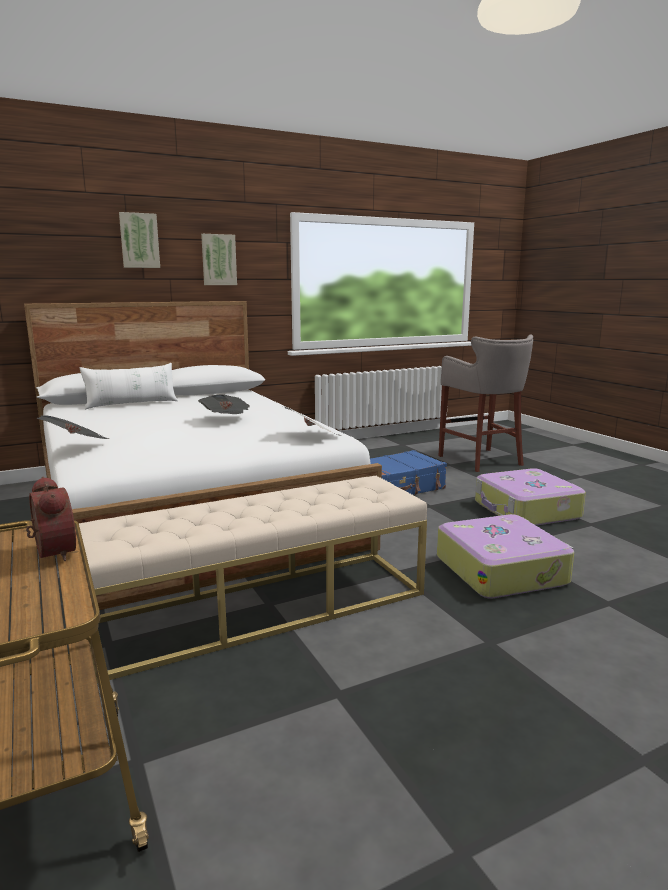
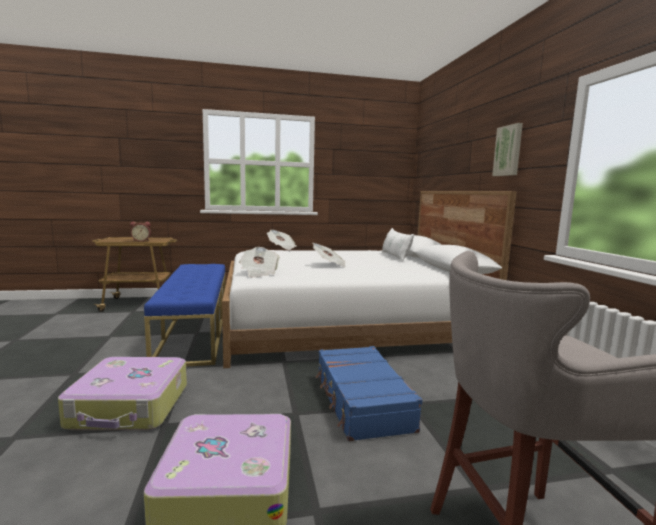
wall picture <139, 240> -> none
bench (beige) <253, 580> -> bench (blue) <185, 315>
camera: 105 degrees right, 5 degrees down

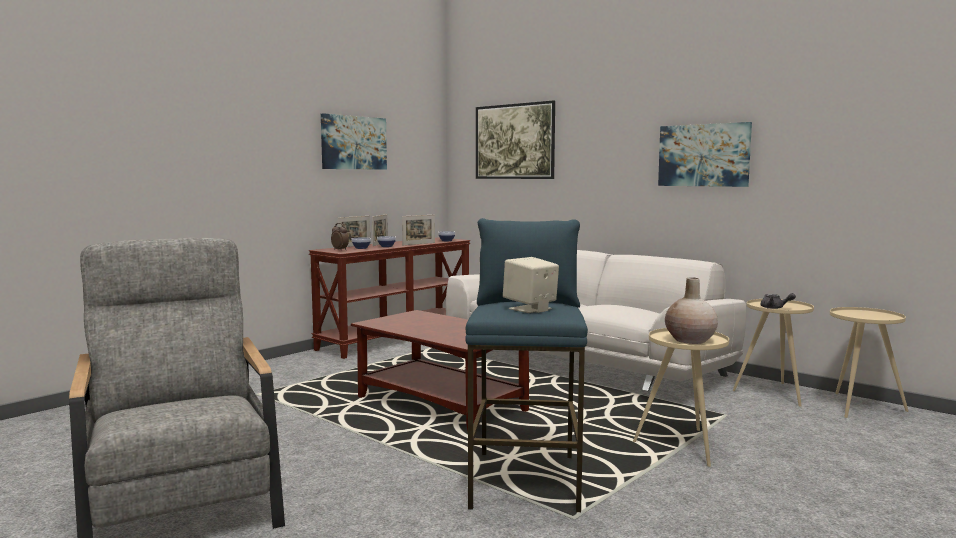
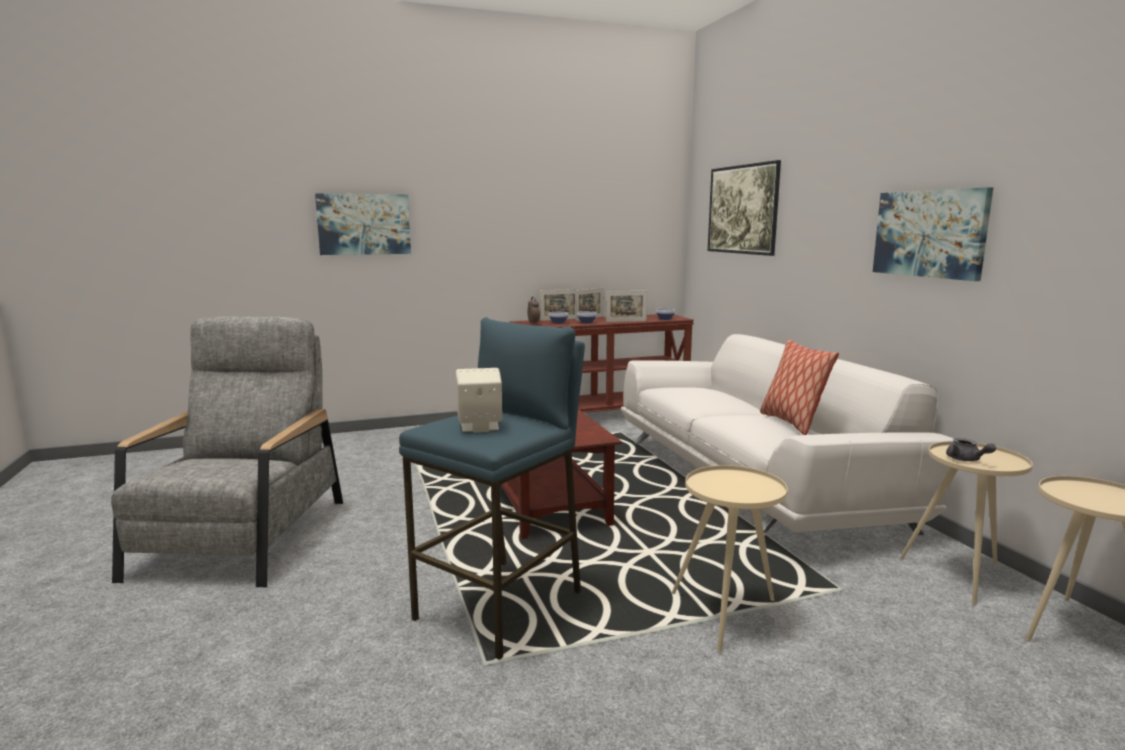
flower vase (beige) <691, 310> -> none
none -> throw pillow <799, 387>
wall picture <354, 141> -> wall picture <363, 224>, move
camera: 30 degrees right, 5 degrees up

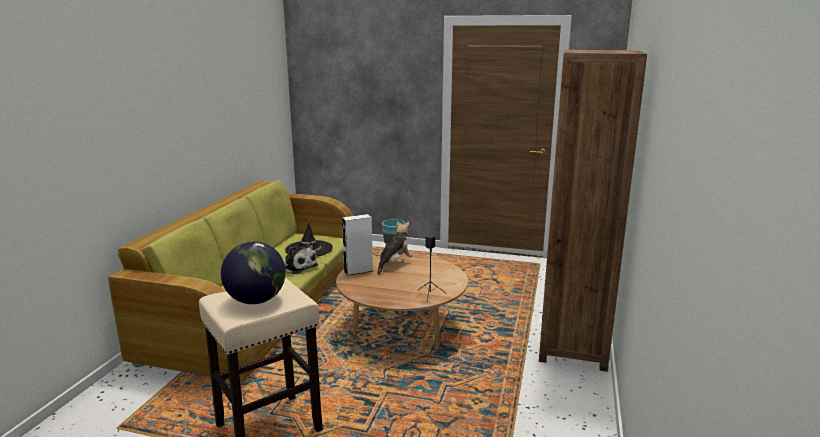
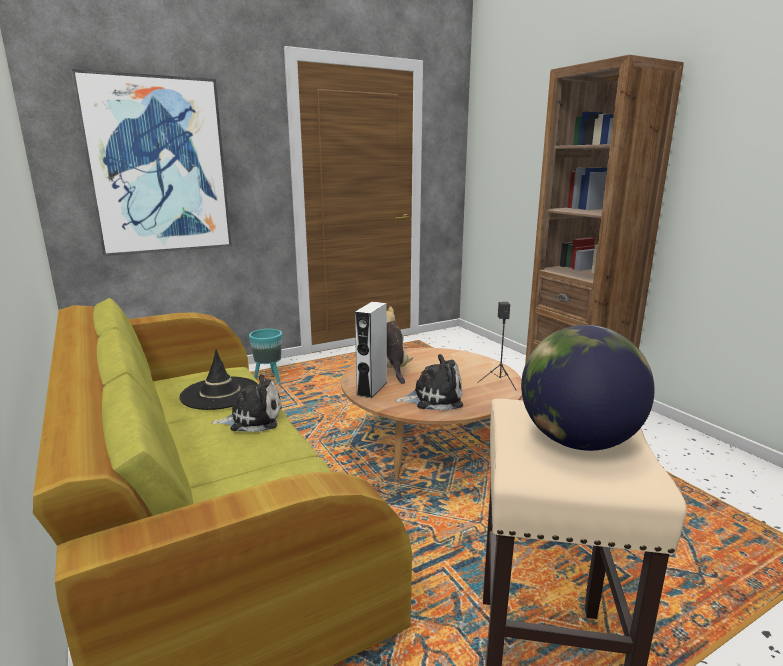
none -> wall picture <151, 162>
none -> soft toy <428, 382>
camera: 45 degrees left, 0 degrees up

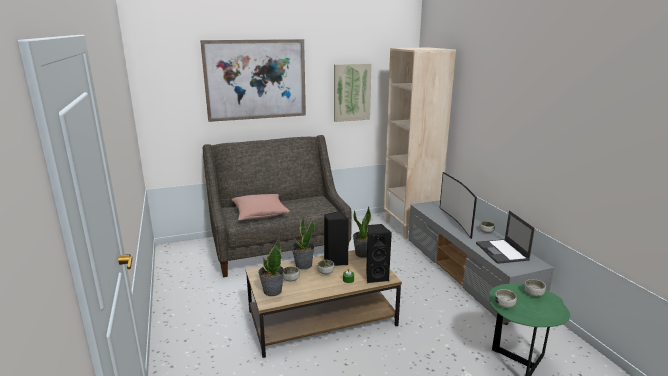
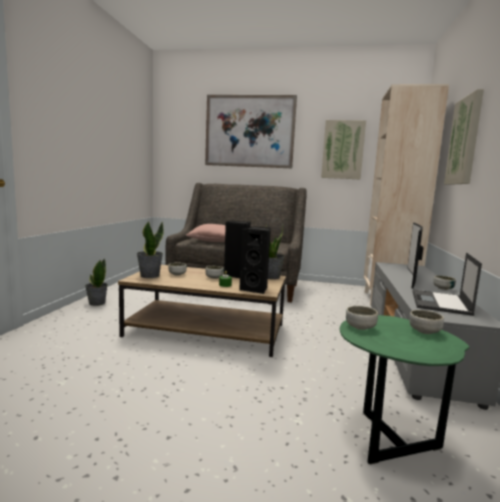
none -> wall picture <464, 137>
houseplant <303, 243> -> houseplant <96, 282>, move
camera: 30 degrees right, 10 degrees down

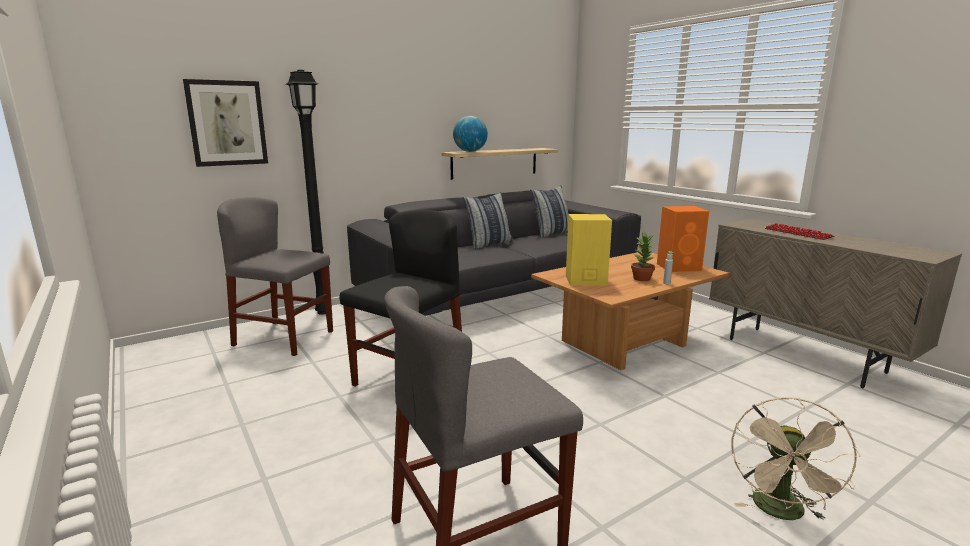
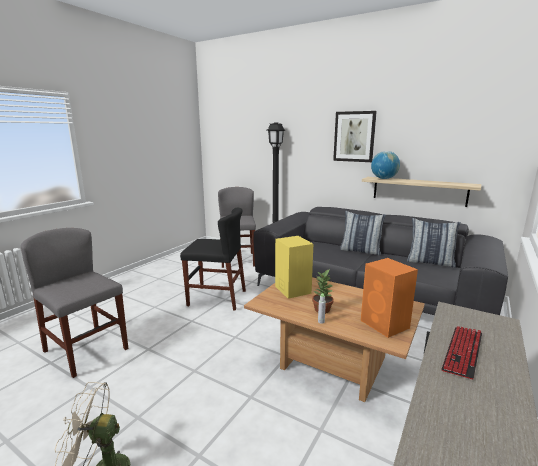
wall picture <225, 123> -> wall picture <355, 136>, move
camera: 65 degrees right, 0 degrees up

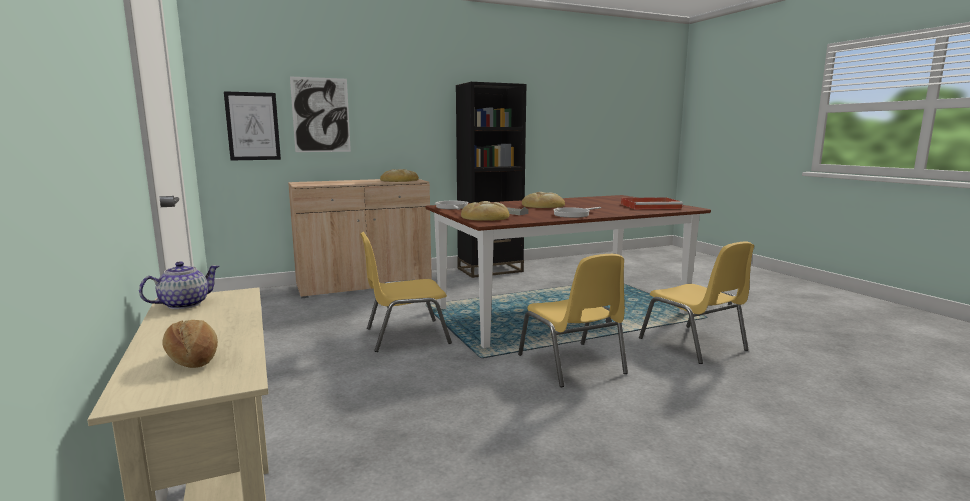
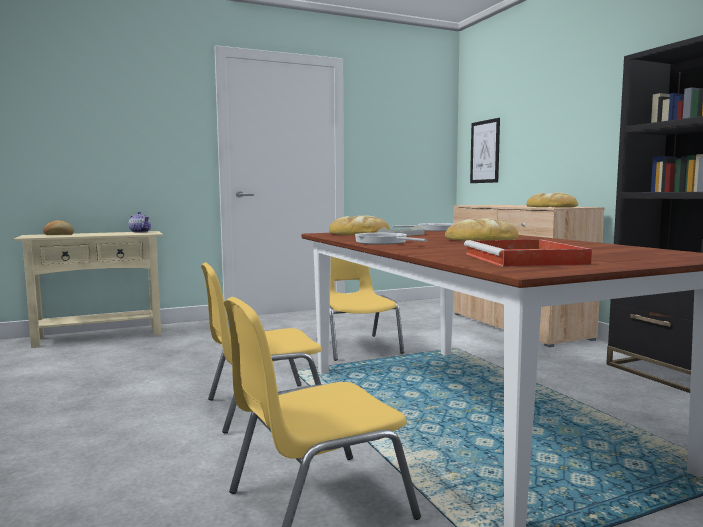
wall picture <320, 114> -> none
camera: 90 degrees right, 5 degrees down

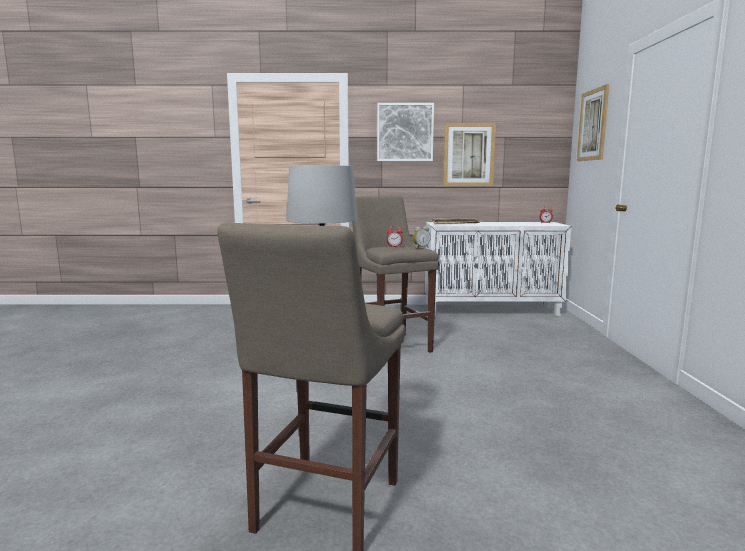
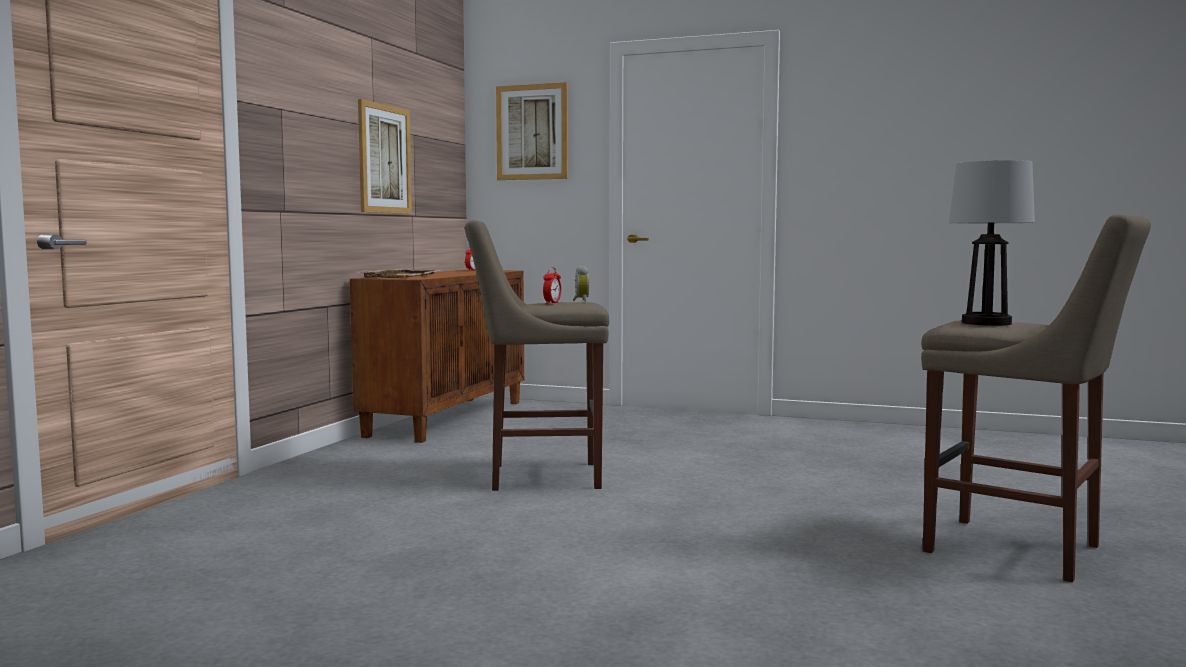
wall picture <405, 132> -> none
cabinet (white-coloured) <498, 269> -> cabinet (brown) <437, 356>
camera: 70 degrees left, 5 degrees down

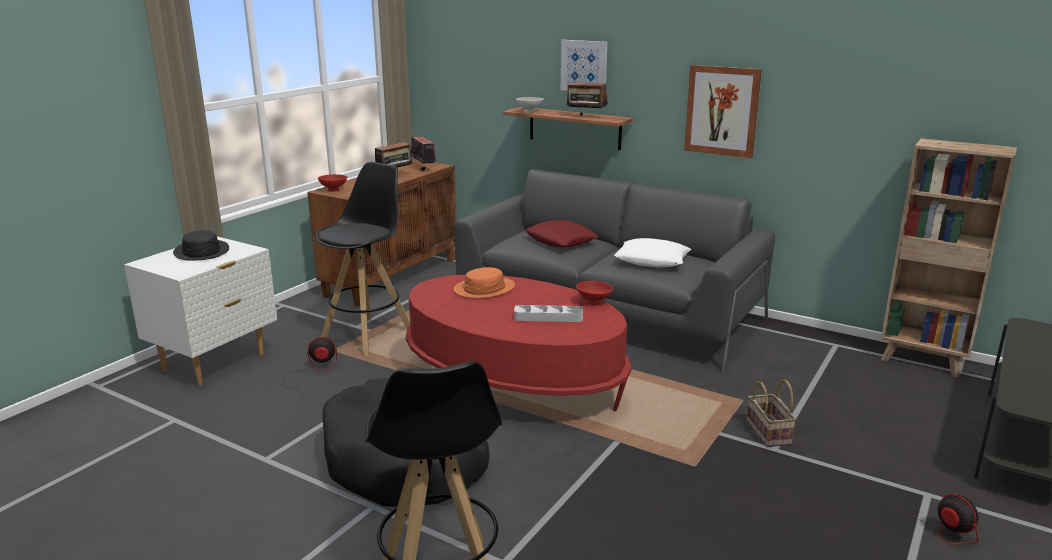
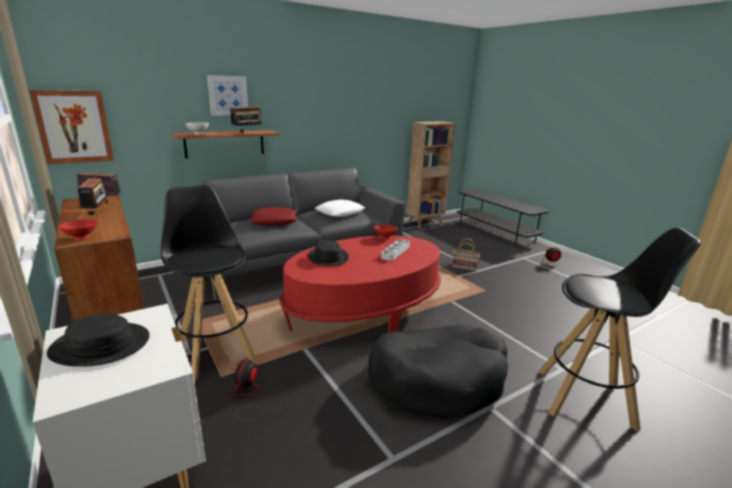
wall picture <723, 111> -> wall picture <71, 127>, move
wearable hat (orange) <484, 282> -> wearable hat (black-coloured) <328, 253>
camera: 65 degrees left, 0 degrees up

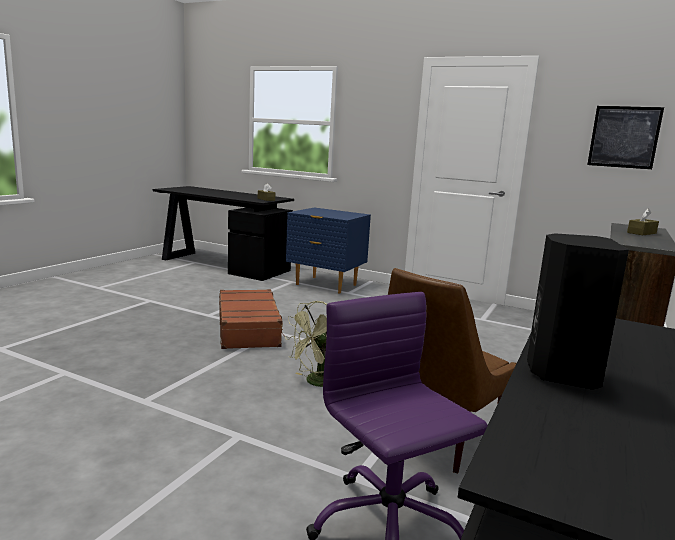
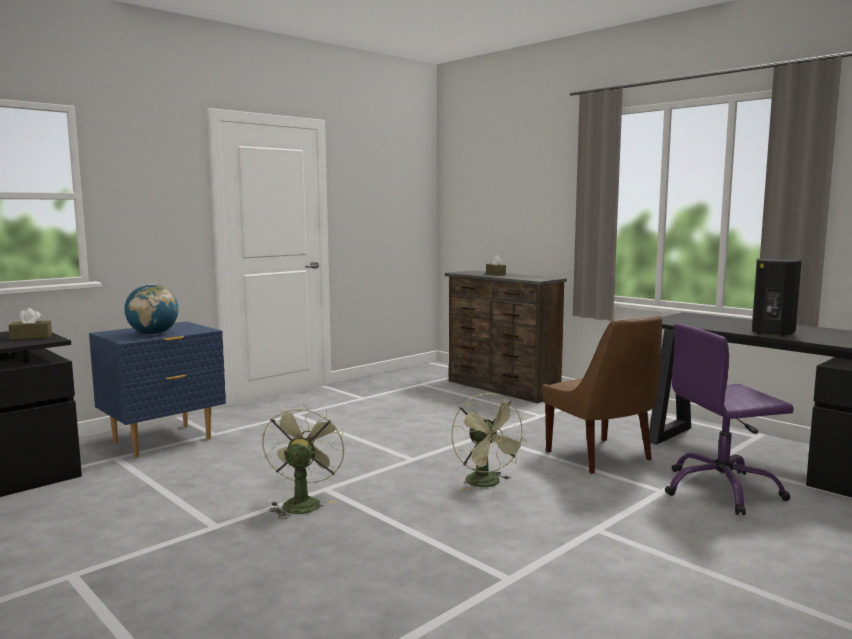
wall picture <625, 137> -> none
none -> globe <151, 309>
piece of luggage (brown) <252, 319> -> cooling fan (green) <304, 461>
camera: 70 degrees left, 5 degrees down

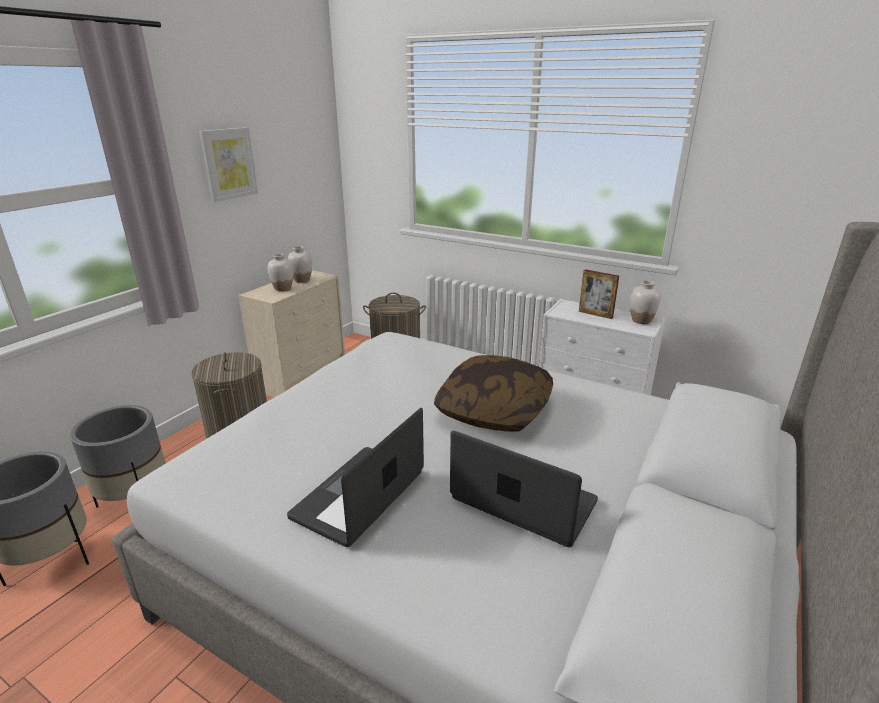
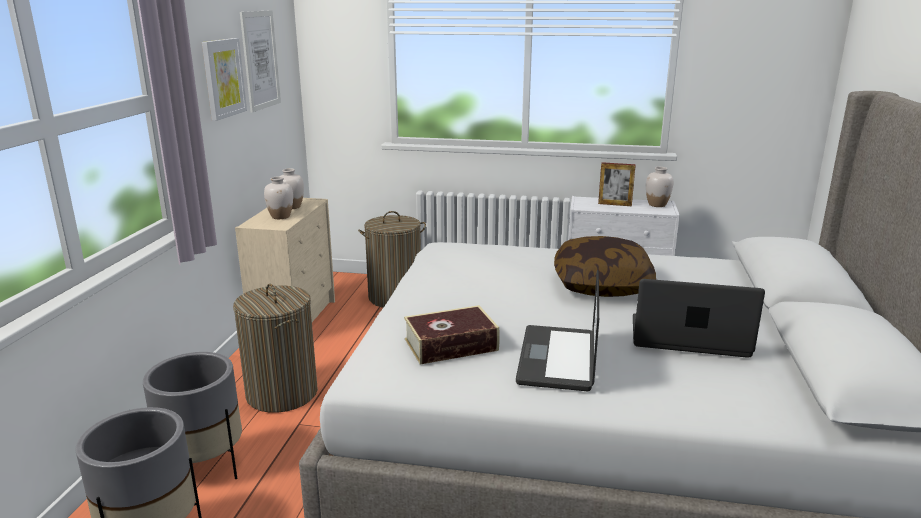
none -> wall picture <260, 61>
none -> book <452, 335>
camera: 20 degrees left, 5 degrees down

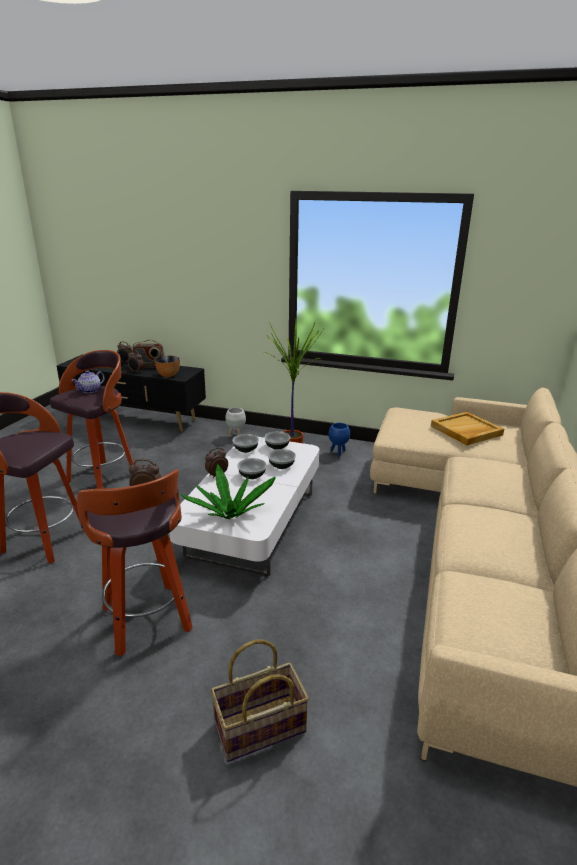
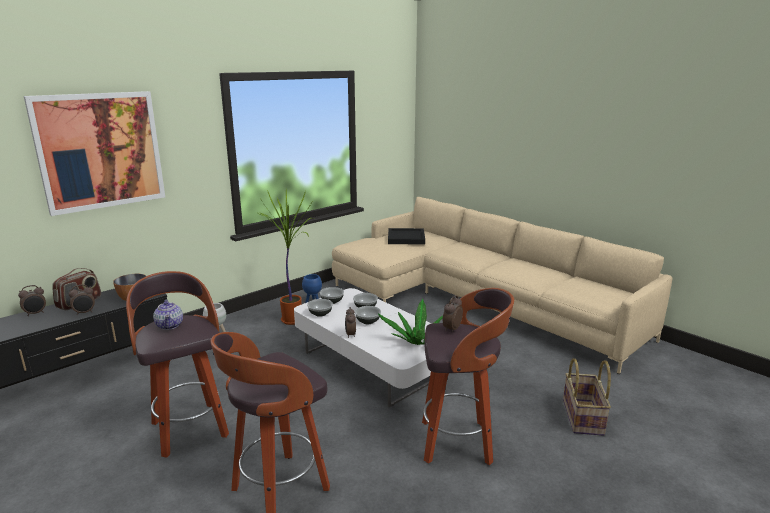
none -> wall picture <94, 153>
carrying tray (beige) <467, 428> -> carrying tray (black-coloured) <406, 236>
camera: 60 degrees left, 5 degrees down

